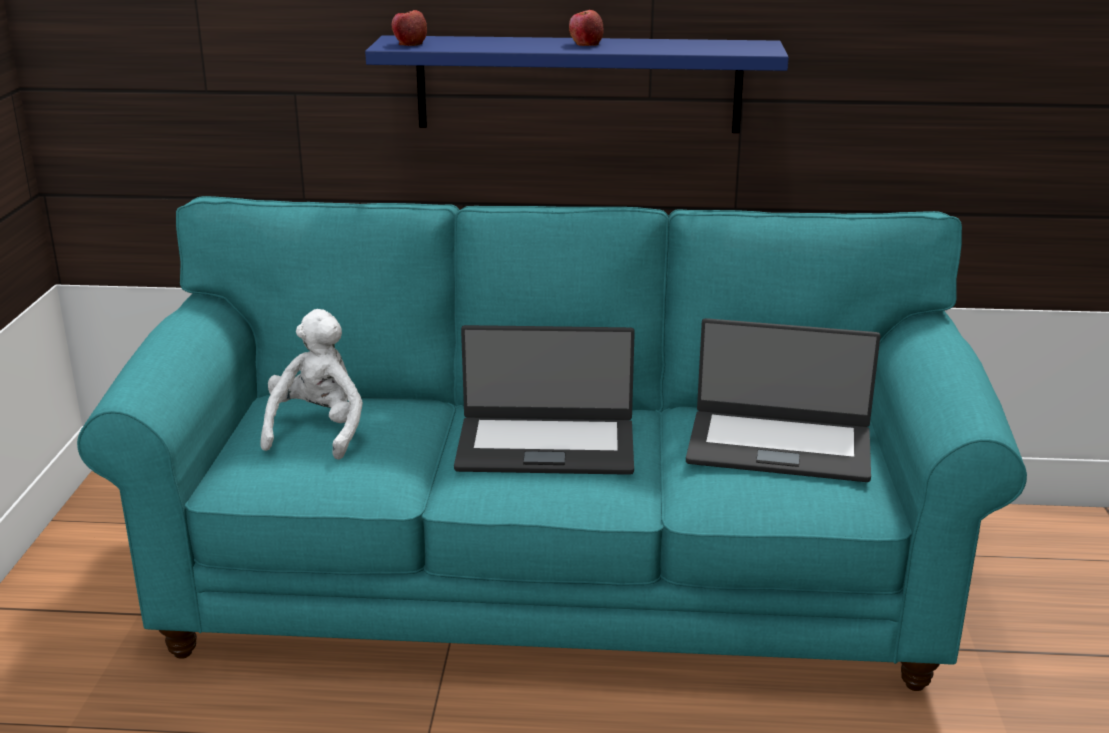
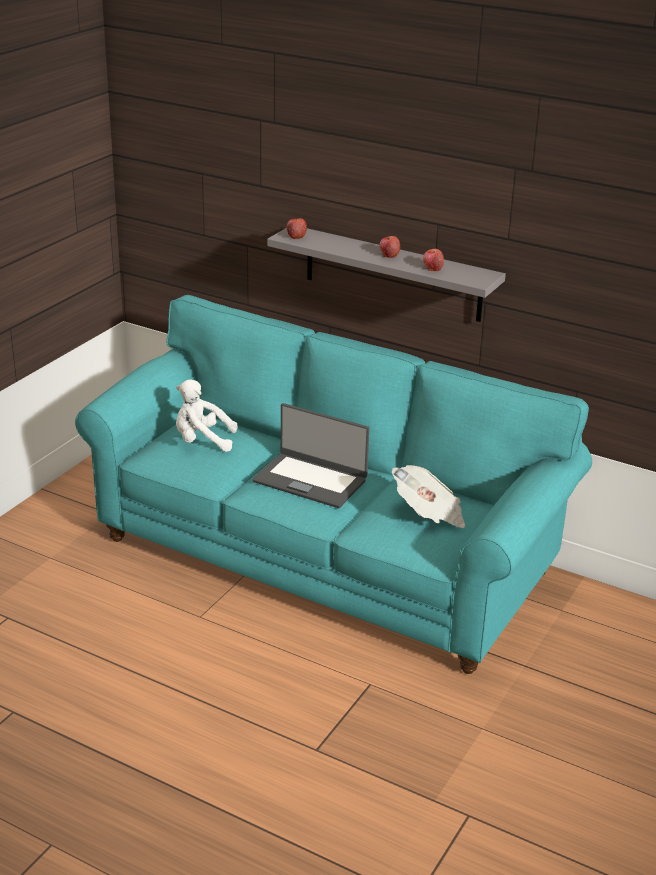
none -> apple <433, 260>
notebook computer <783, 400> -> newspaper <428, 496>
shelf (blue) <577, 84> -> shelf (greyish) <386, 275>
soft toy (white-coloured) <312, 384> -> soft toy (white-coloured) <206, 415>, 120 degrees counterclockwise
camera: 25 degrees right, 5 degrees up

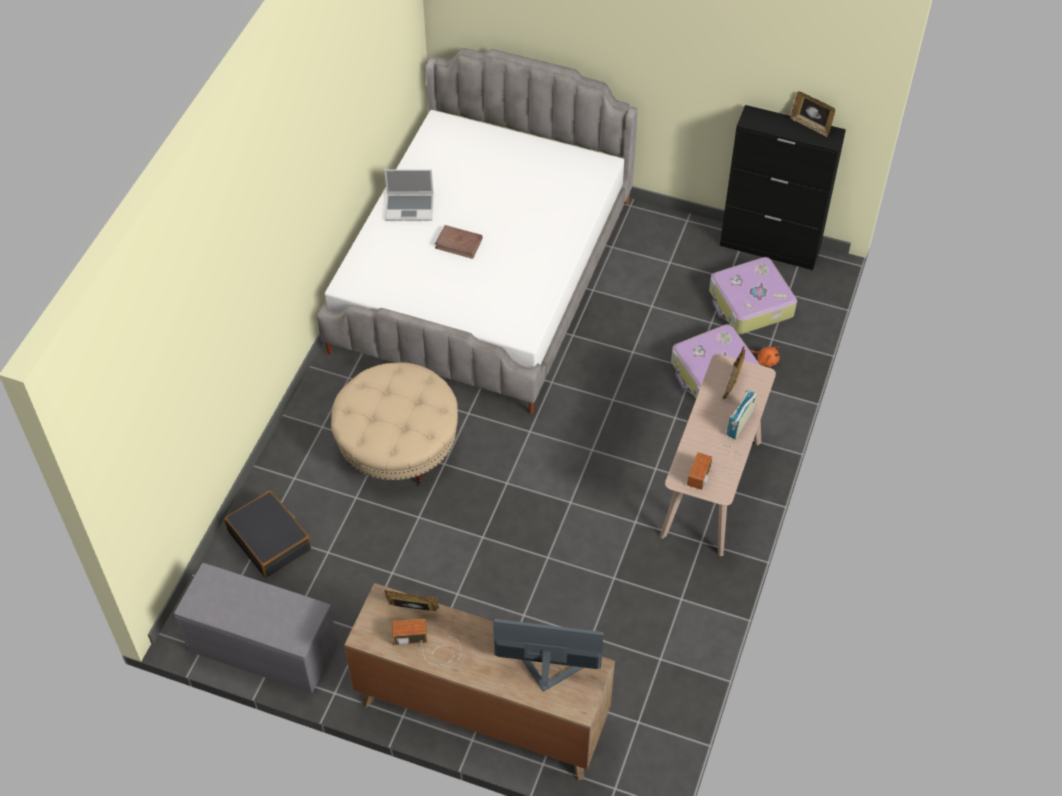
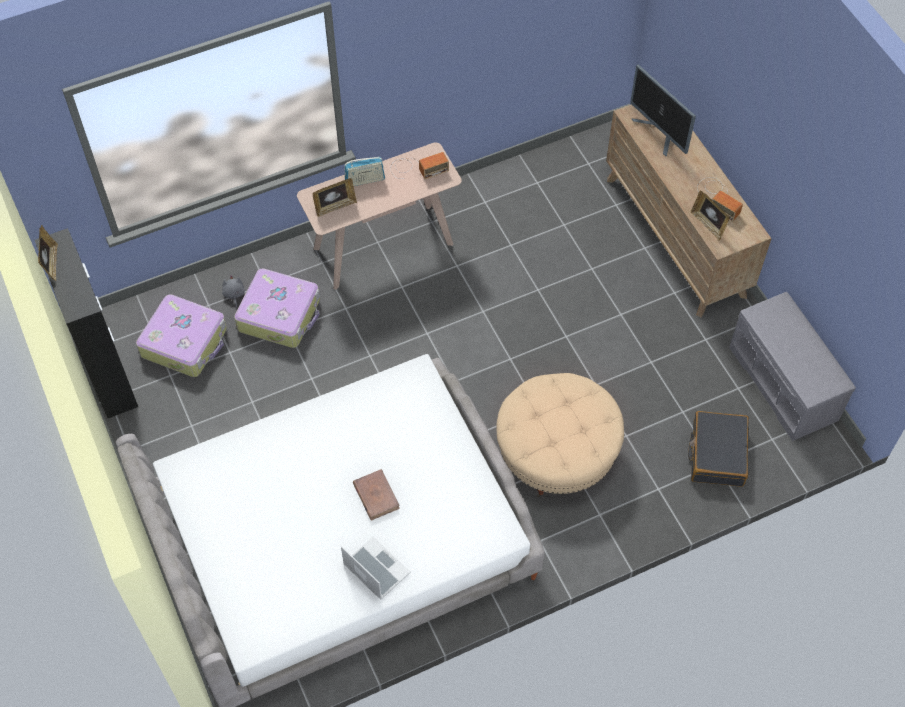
soft toy (orange) <765, 357> -> soft toy (greyish) <233, 291>
camera: 135 degrees left, 5 degrees up

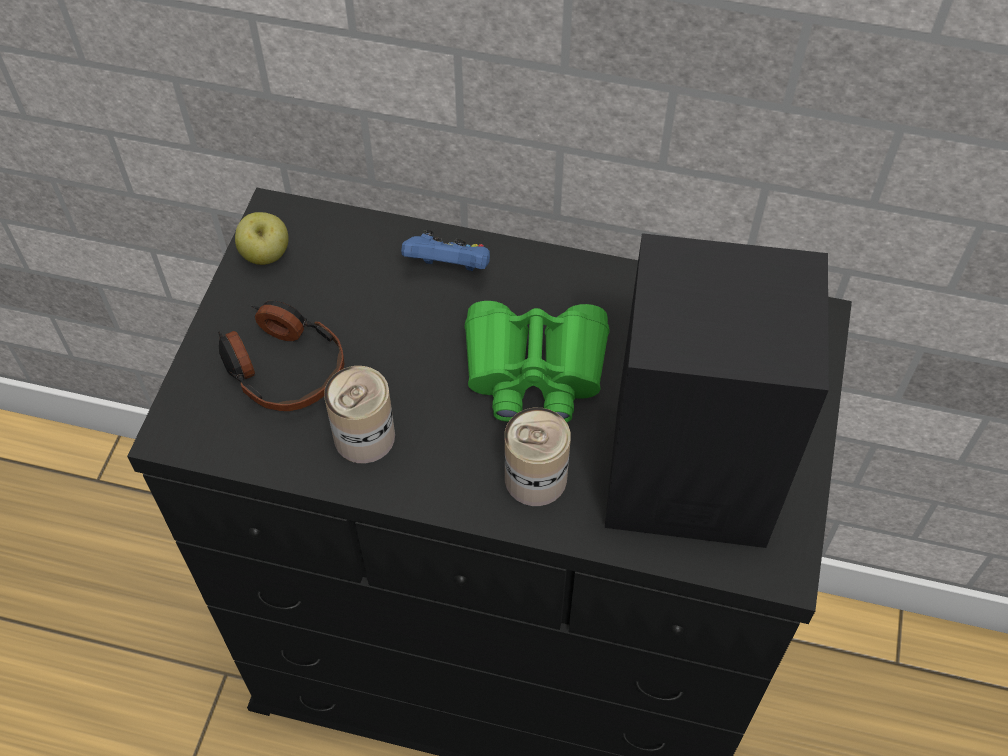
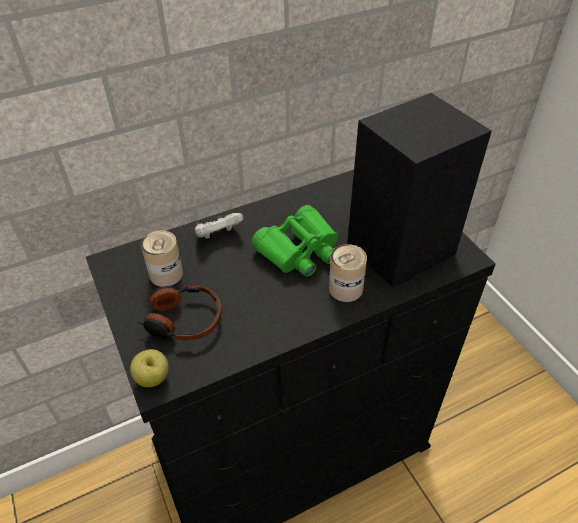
apple <262, 238> -> apple <149, 368>, move
metal can <359, 414> -> metal can <162, 258>, move
joypad (blue) <445, 250> -> joypad (white-coloured) <219, 226>
camera: 40 degrees left, 10 degrees down

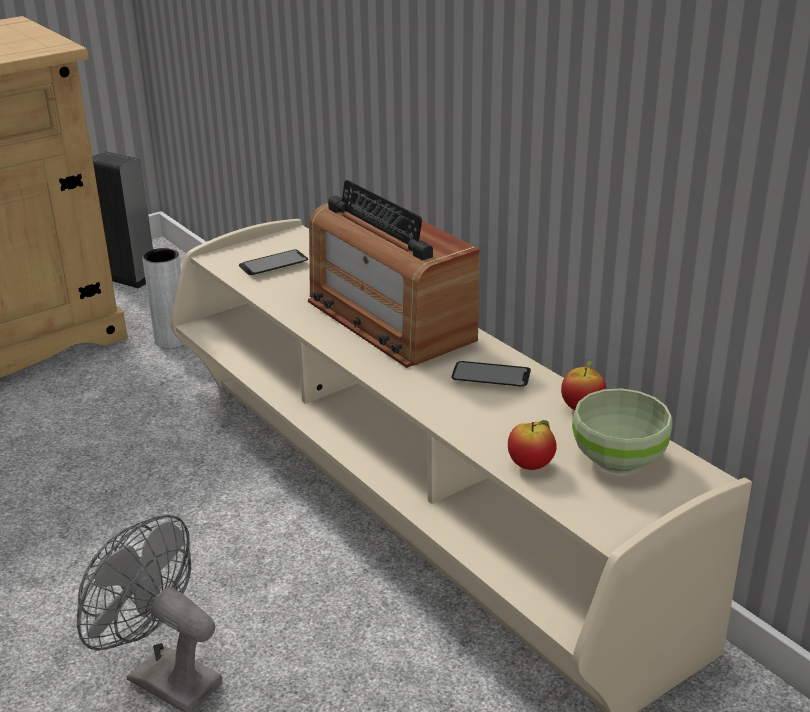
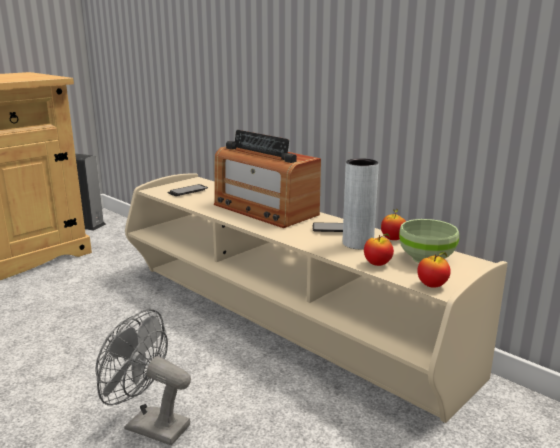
none -> apple <434, 270>
flower vase (greyish) <163, 298> -> flower vase (greyish) <361, 203>, move
camera: 10 degrees left, 10 degrees down

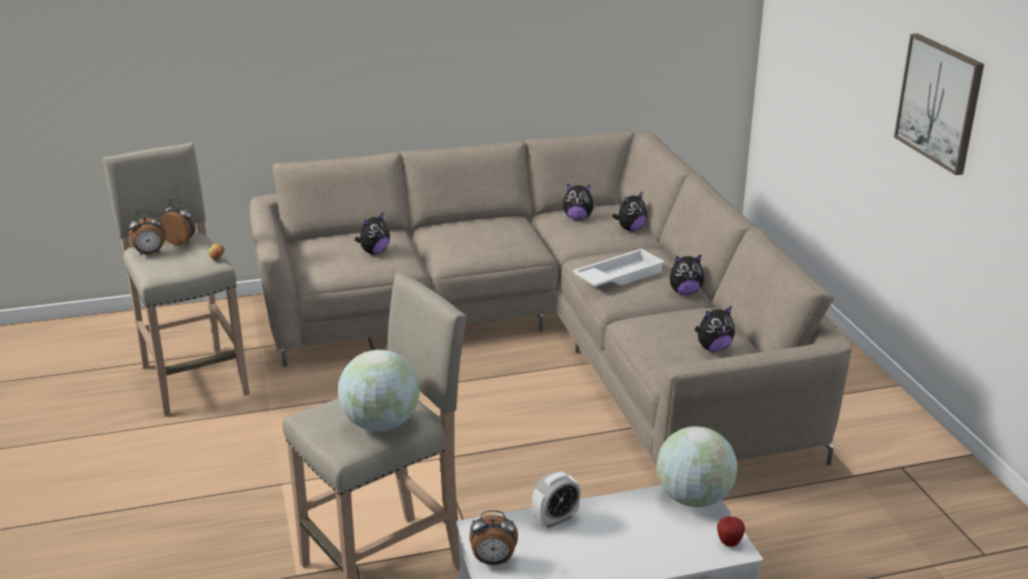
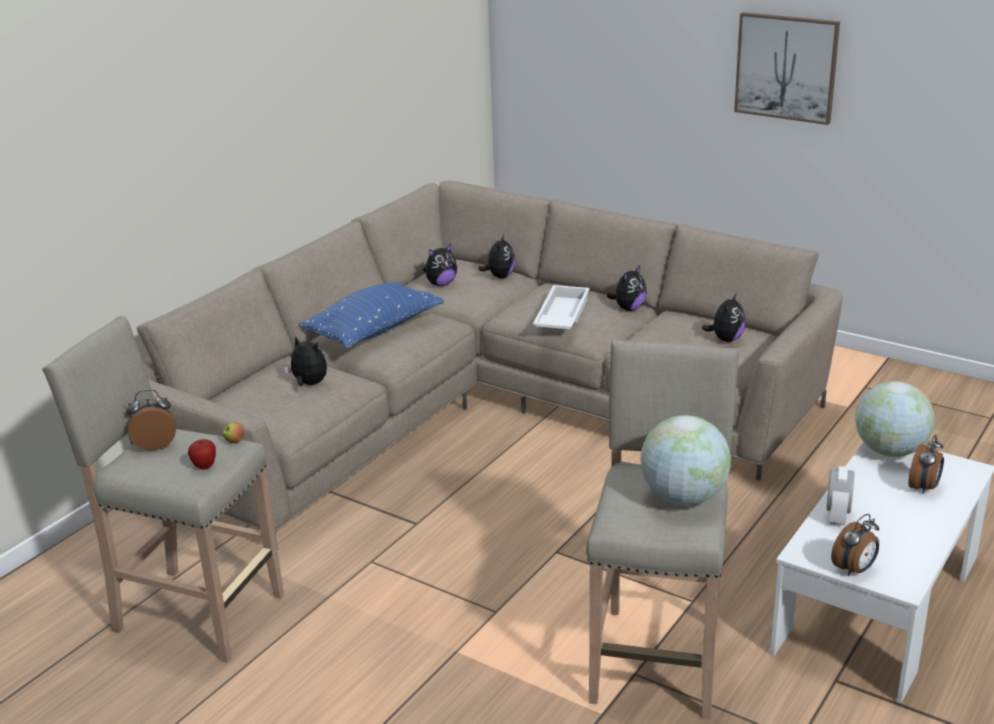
none -> throw pillow (blue) <371, 314>
alarm clock <147, 233> -> alarm clock <926, 464>, move
apple <731, 531> -> apple <202, 454>, move
soft toy <372, 233> -> soft toy <305, 361>, 60 degrees counterclockwise
camera: 40 degrees left, 0 degrees up

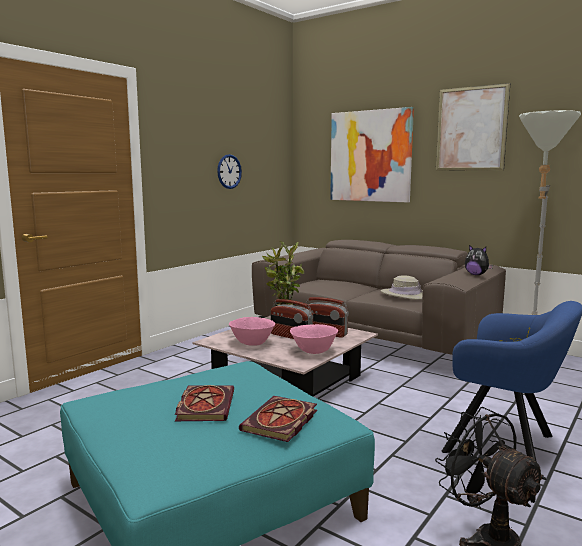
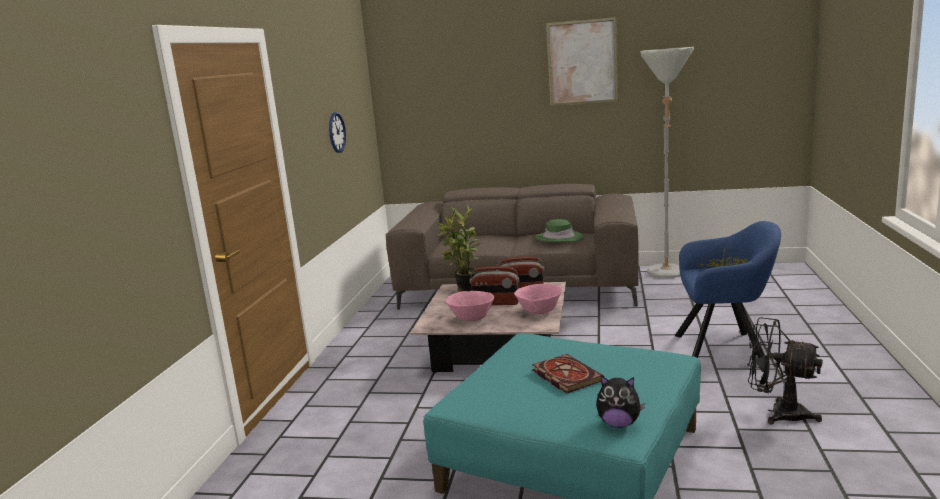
book <278, 419> -> none
wall picture <372, 154> -> none
soft toy <479, 260> -> soft toy <620, 401>, move
wearable hat (beige) <401, 287> -> wearable hat (green) <559, 230>
camera: 25 degrees left, 5 degrees up

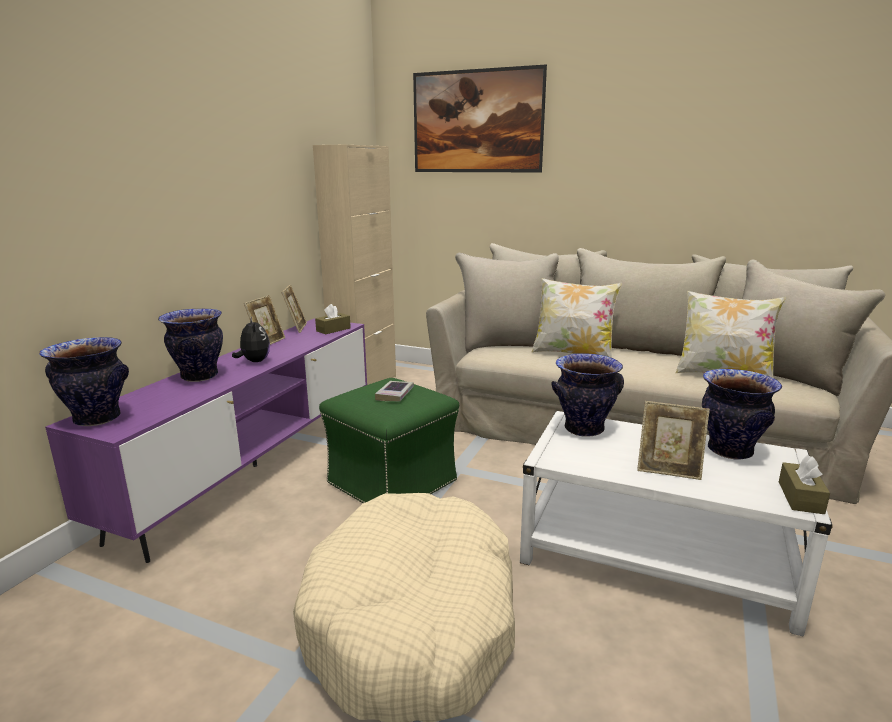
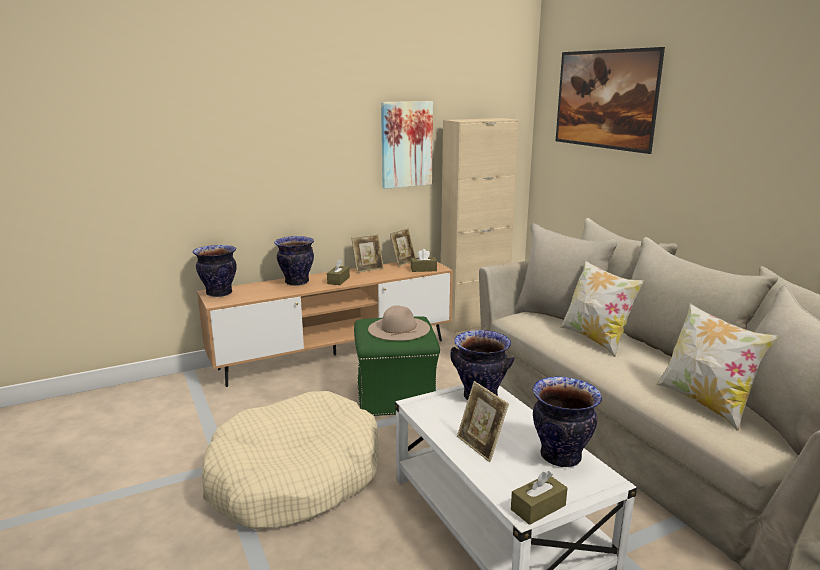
none -> wall picture <407, 145>
soft toy <251, 339> -> box of tissues (brown) <338, 272>
book <394, 391> -> wearable hat (beige) <399, 323>
media console (purple-coloured) <206, 440> -> media console (brown) <325, 324>
camera: 40 degrees right, 0 degrees up

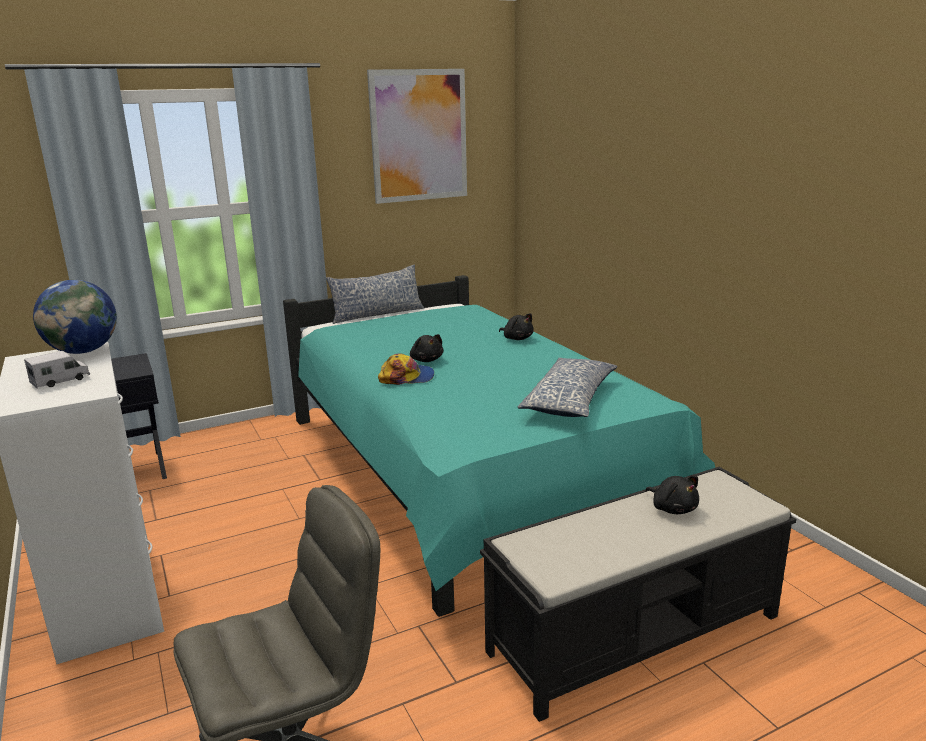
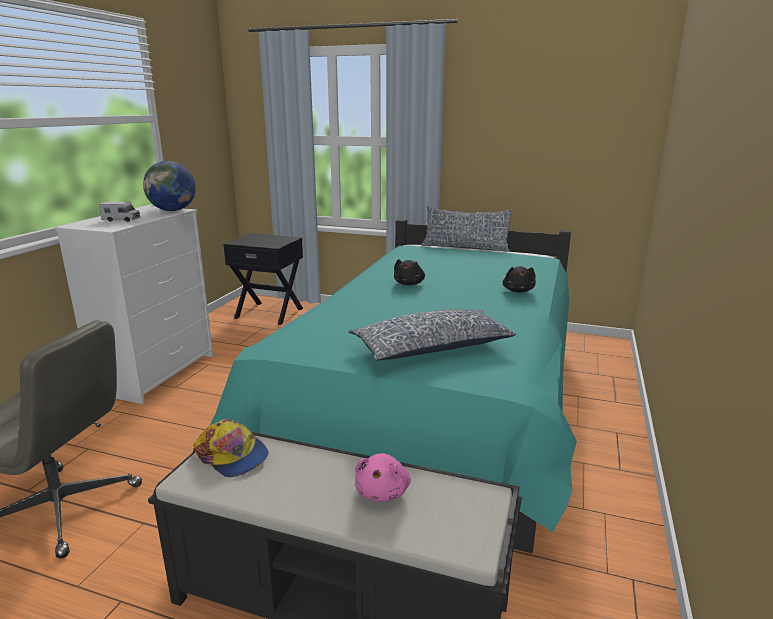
wall picture <417, 136> -> none
peaked cap <406, 369> -> peaked cap <231, 448>, move
soft toy (black-coloured) <672, 495> -> soft toy (pinkish) <383, 477>
camera: 45 degrees right, 0 degrees up

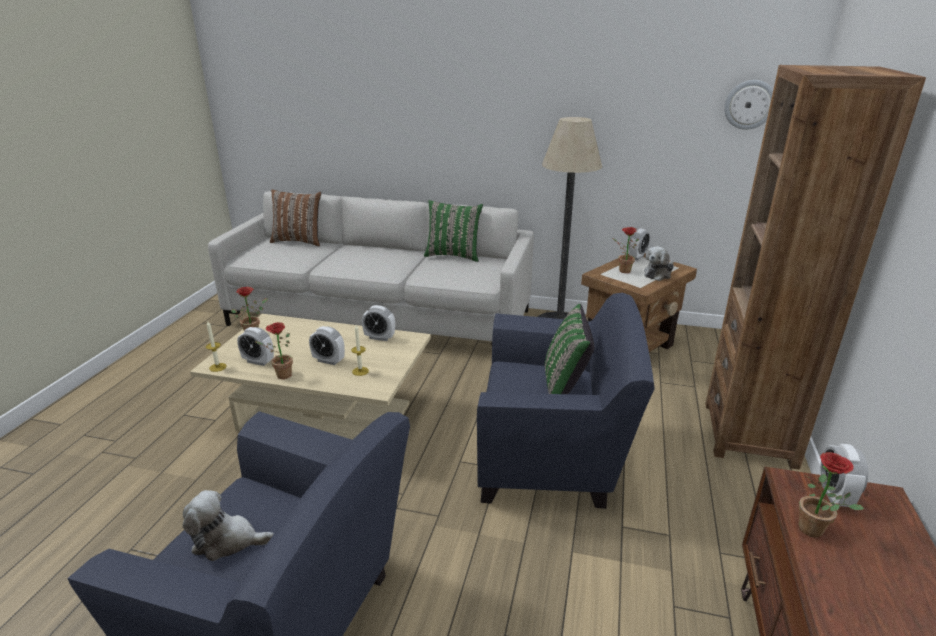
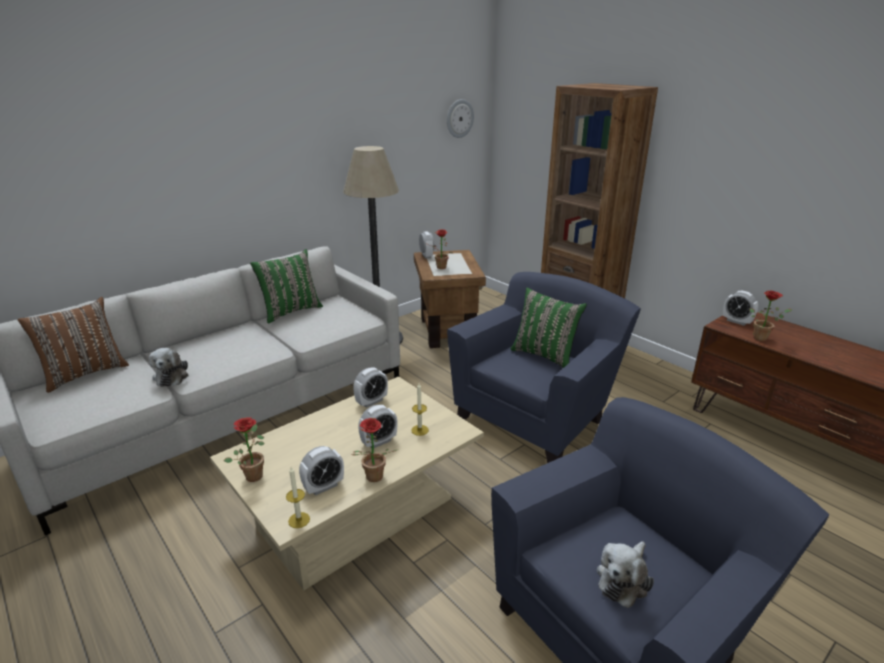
soft toy <659, 263> -> soft toy <169, 367>, move
camera: 55 degrees left, 0 degrees up

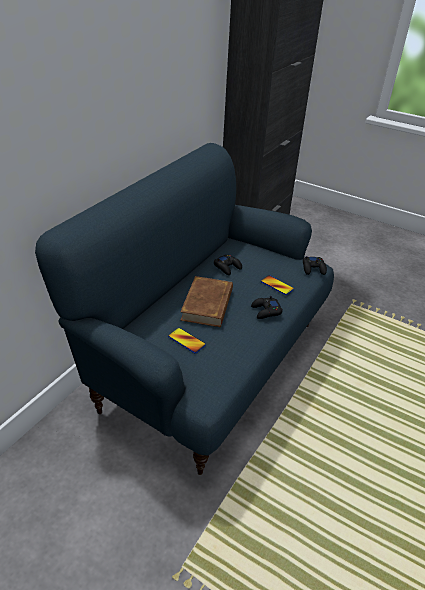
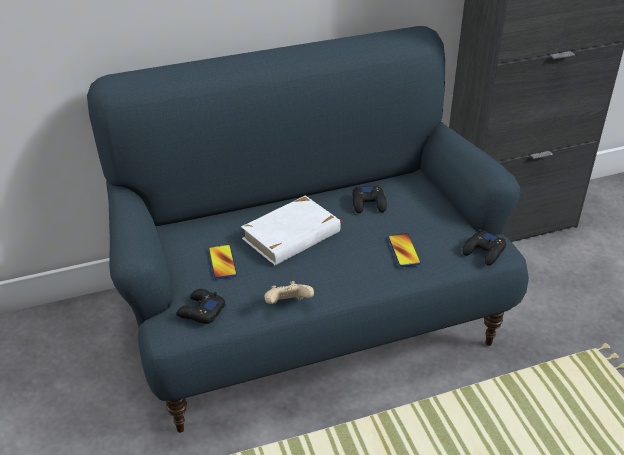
none -> joypad (beige) <289, 292>
joypad (black-coloured) <267, 307> -> joypad (black-coloured) <201, 306>, move
book (brown) <206, 301> -> book (white-coloured) <292, 230>
camera: 40 degrees right, 0 degrees up

